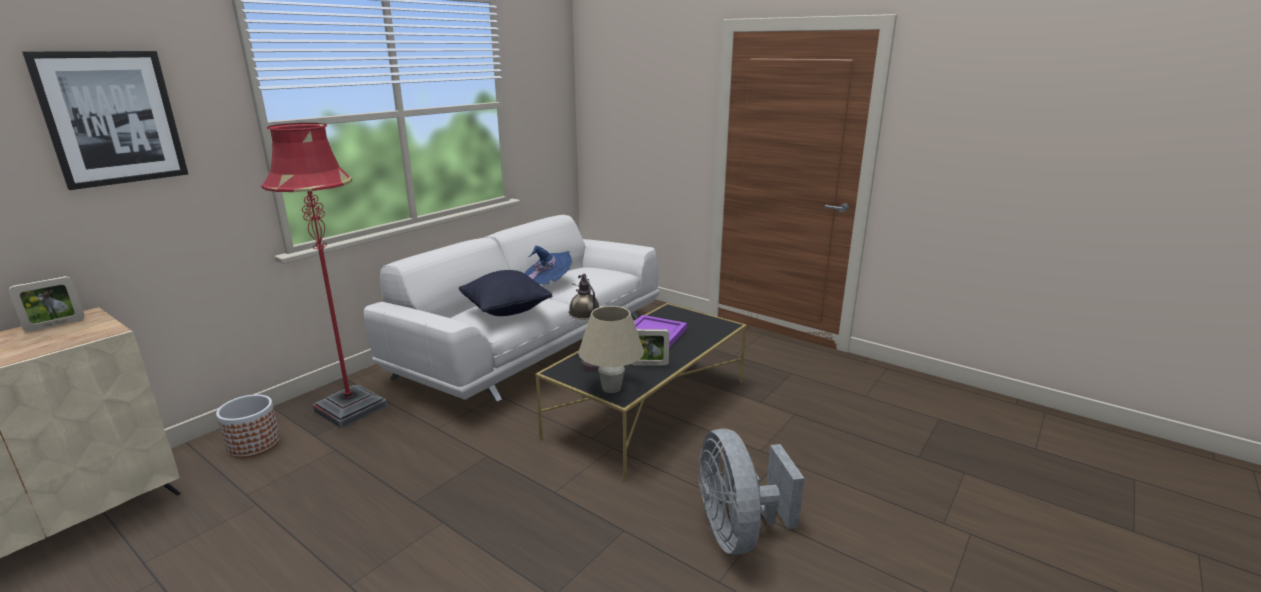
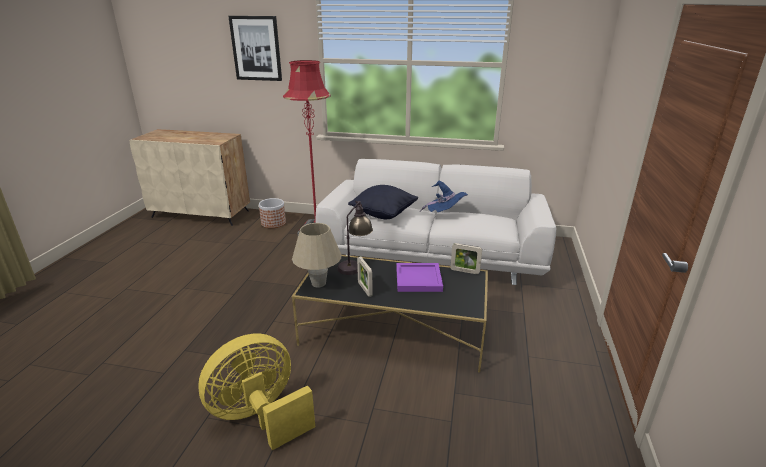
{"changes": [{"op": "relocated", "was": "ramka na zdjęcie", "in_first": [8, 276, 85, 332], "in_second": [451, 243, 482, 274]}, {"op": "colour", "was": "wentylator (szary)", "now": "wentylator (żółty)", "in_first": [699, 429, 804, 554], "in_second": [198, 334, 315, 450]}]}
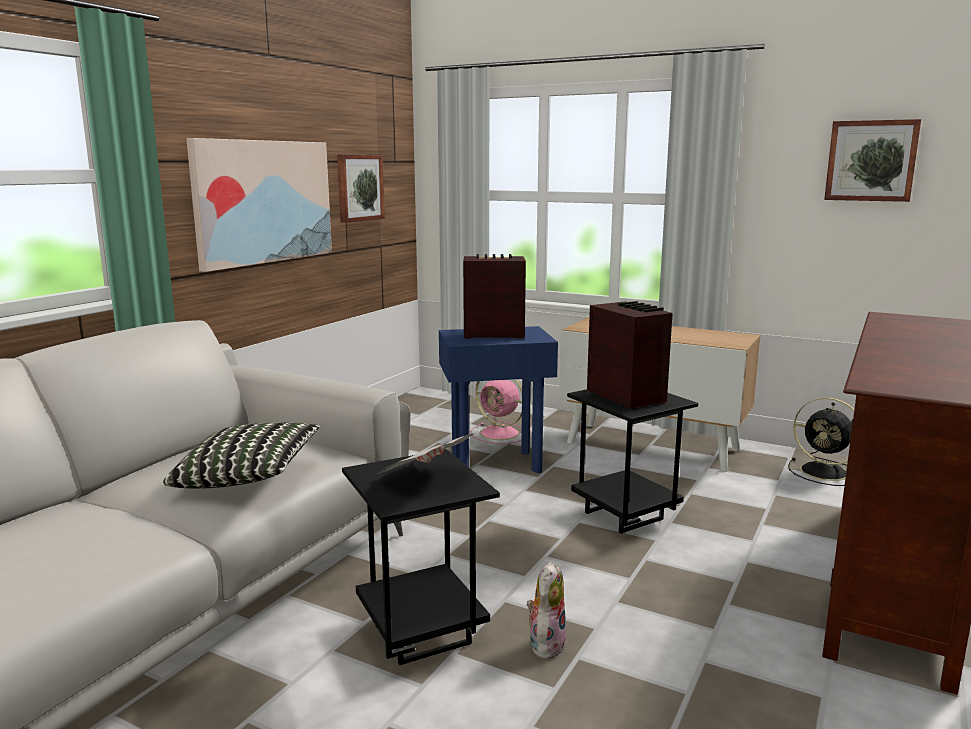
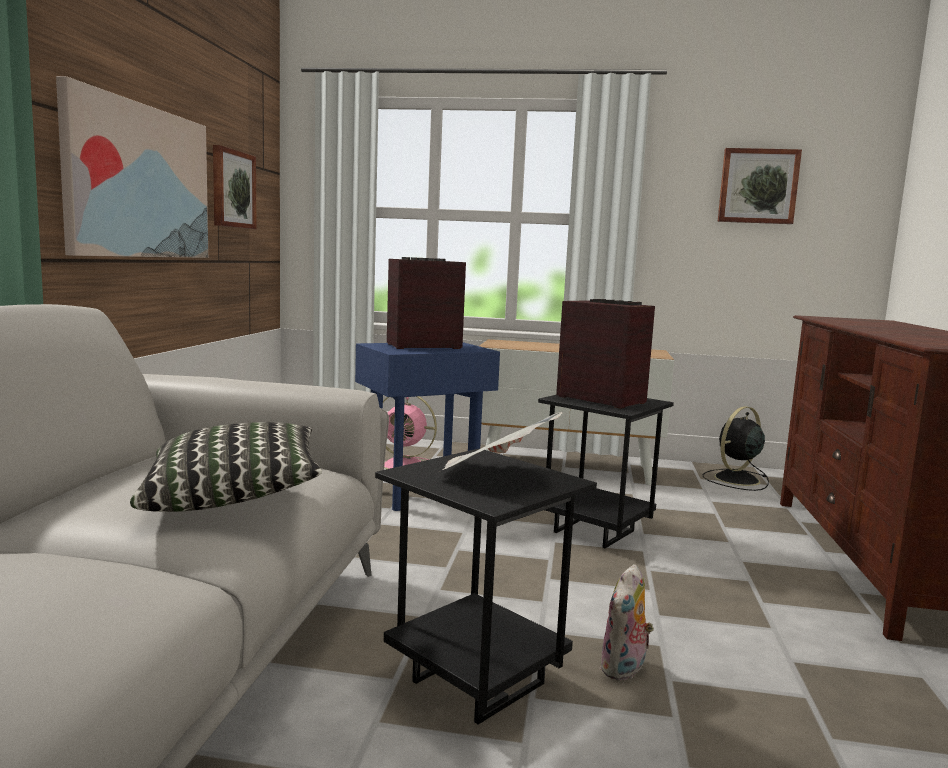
{"changes": [{"op": "spun", "was": "pluszak", "in_first": [527, 561, 566, 659], "in_second": [600, 564, 654, 681], "clockwise": -150}, {"op": "spun", "was": "wentylator (czarny)", "in_first": [788, 397, 854, 486], "in_second": [702, 406, 769, 491], "clockwise": 120}]}
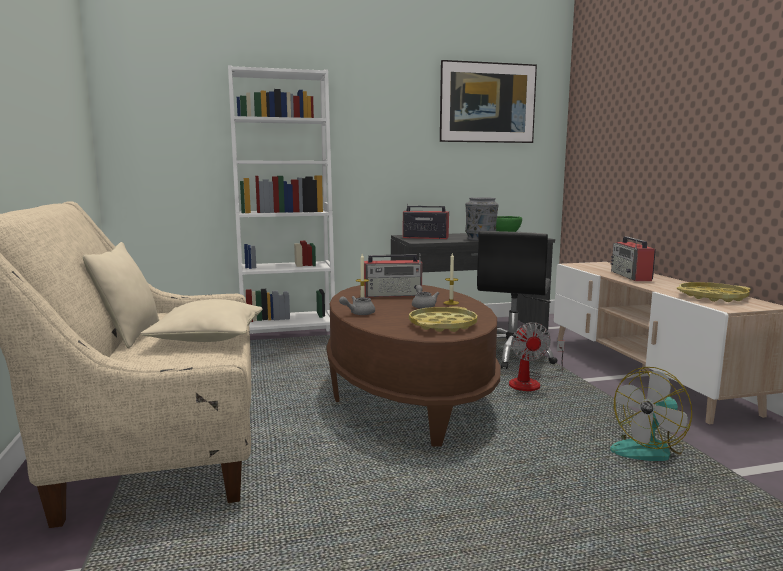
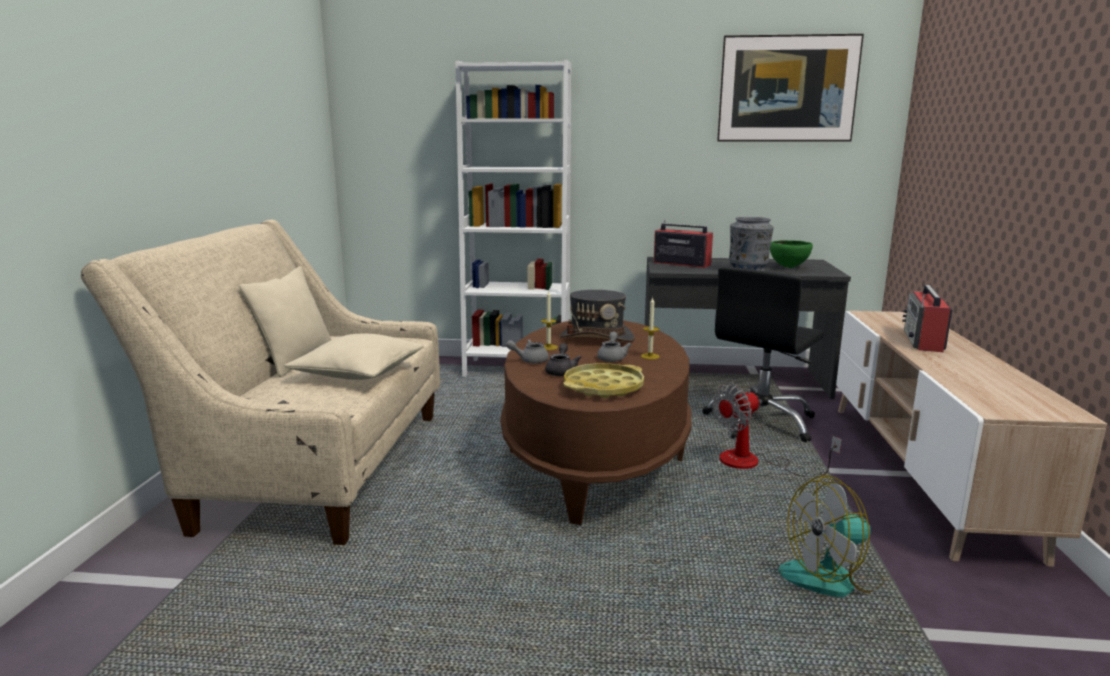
{"changes": [{"op": "exchanged", "was": "radio", "now": "kapelusz (szary)", "in_first": [364, 254, 422, 297], "in_second": [559, 290, 635, 342]}, {"op": "spun", "was": "wentylator", "in_first": [509, 322, 565, 391], "in_second": [713, 383, 842, 477], "clockwise": 45}, {"op": "missing", "was": "taca (żółty)", "in_first": [677, 282, 751, 302]}, {"op": "appeared", "now": "imbryk (szary)", "in_second": [545, 343, 582, 376]}]}
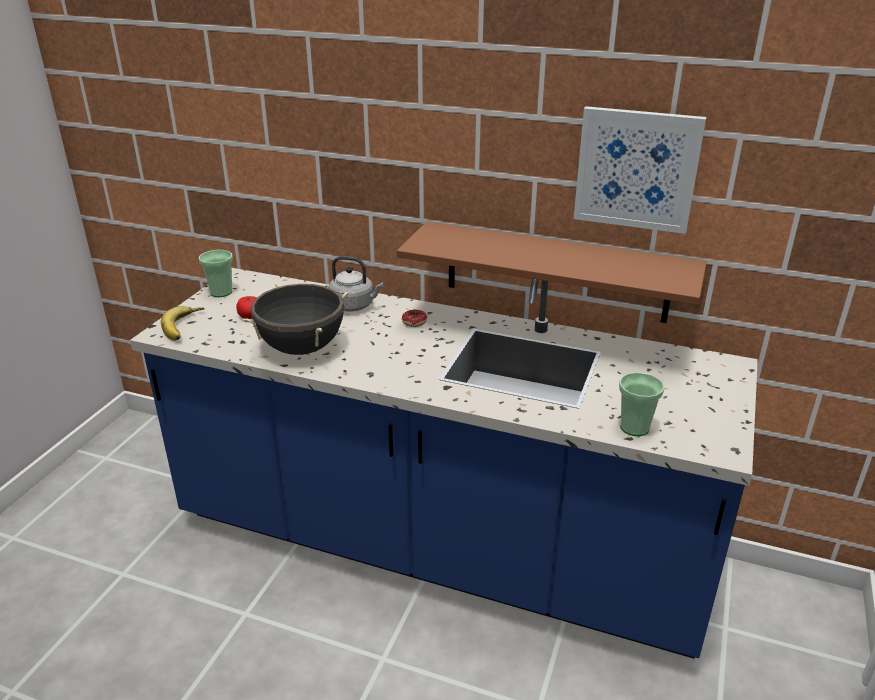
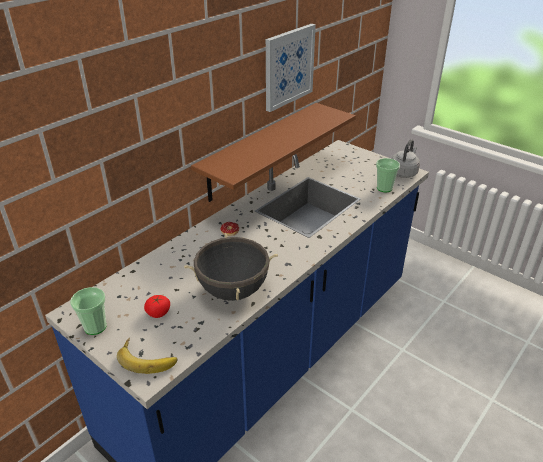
{"changes": [{"op": "relocated", "was": "czajnik (szary)", "in_first": [328, 256, 383, 312], "in_second": [391, 140, 420, 178]}]}
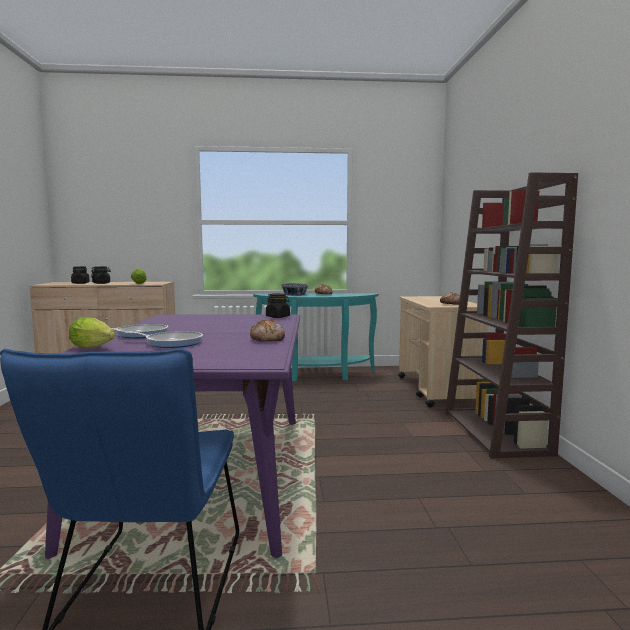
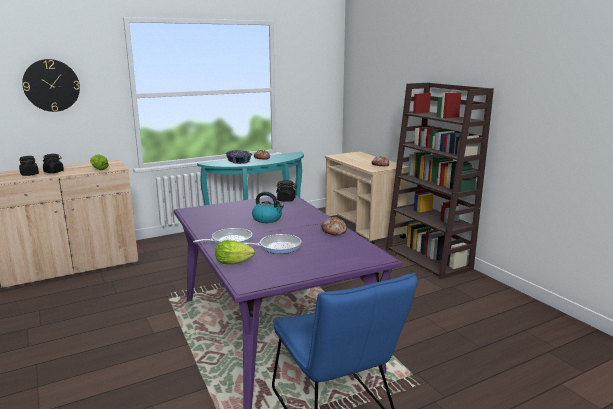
{"changes": [{"op": "appeared", "now": "zegar ścienny", "in_second": [22, 59, 80, 112]}, {"op": "appeared", "now": "czajnik", "in_second": [252, 192, 284, 223]}]}
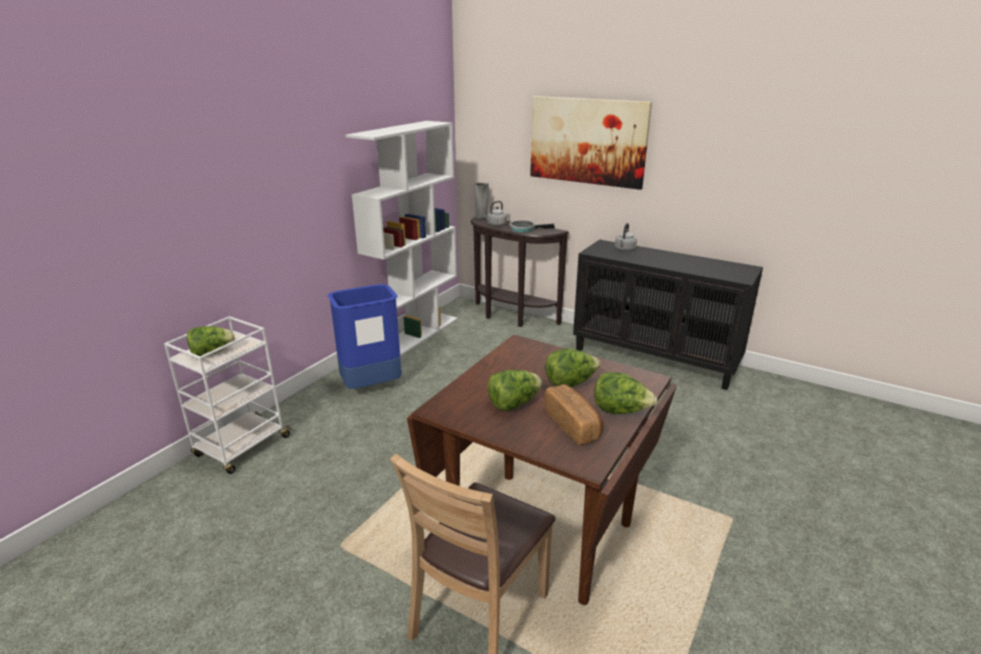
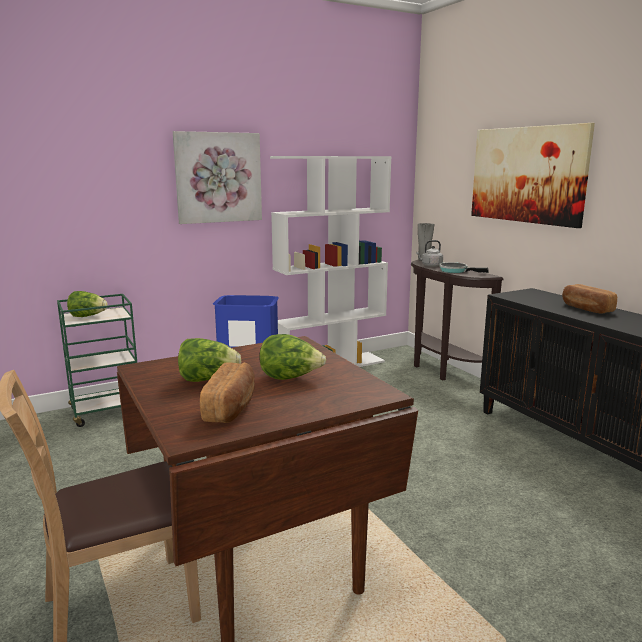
{"changes": [{"op": "colour", "was": "wózek (biały)", "now": "wózek (zielony)", "in_first": [164, 316, 293, 474], "in_second": [57, 294, 137, 427]}, {"op": "missing", "was": "sałata", "in_first": [594, 372, 658, 414]}, {"op": "missing", "was": "czajnik (szary)", "in_first": [615, 223, 637, 252]}, {"op": "appeared", "now": "obraz", "in_second": [173, 131, 262, 224]}, {"op": "appeared", "now": "chleb", "in_second": [562, 284, 617, 314]}]}
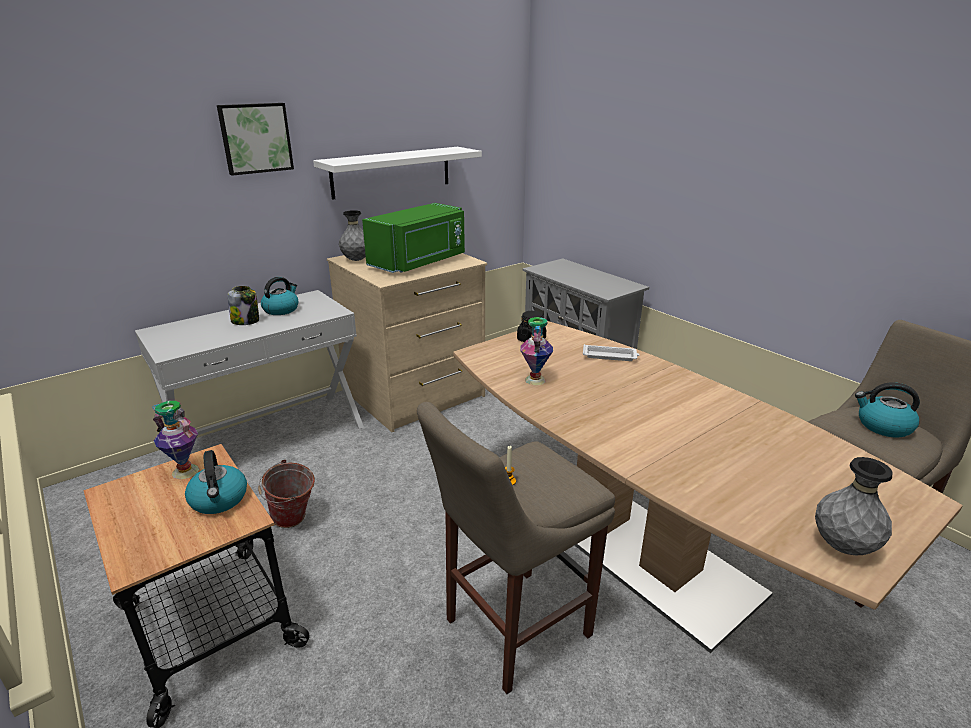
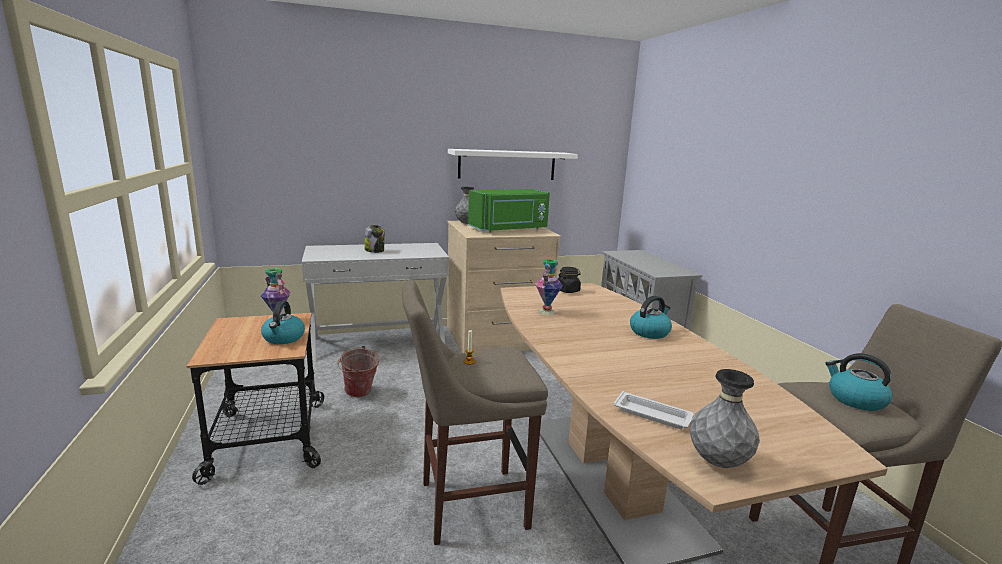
{"changes": [{"op": "missing", "was": "obraz", "in_first": [217, 103, 294, 176]}, {"op": "relocated", "was": "czajnik", "in_first": [261, 277, 298, 315], "in_second": [630, 295, 672, 339]}, {"op": "relocated", "was": "taca (biały)", "in_first": [583, 344, 639, 361], "in_second": [614, 391, 694, 429]}]}
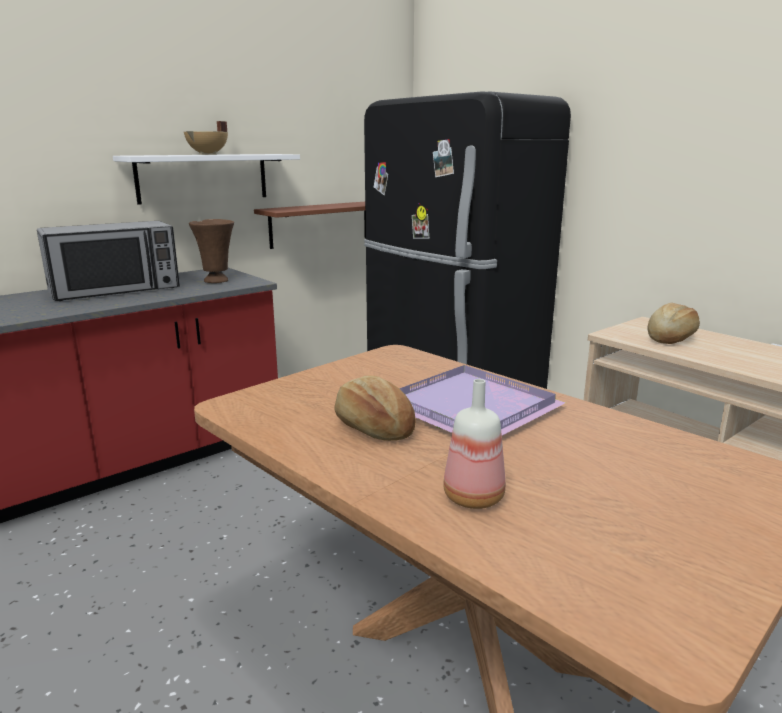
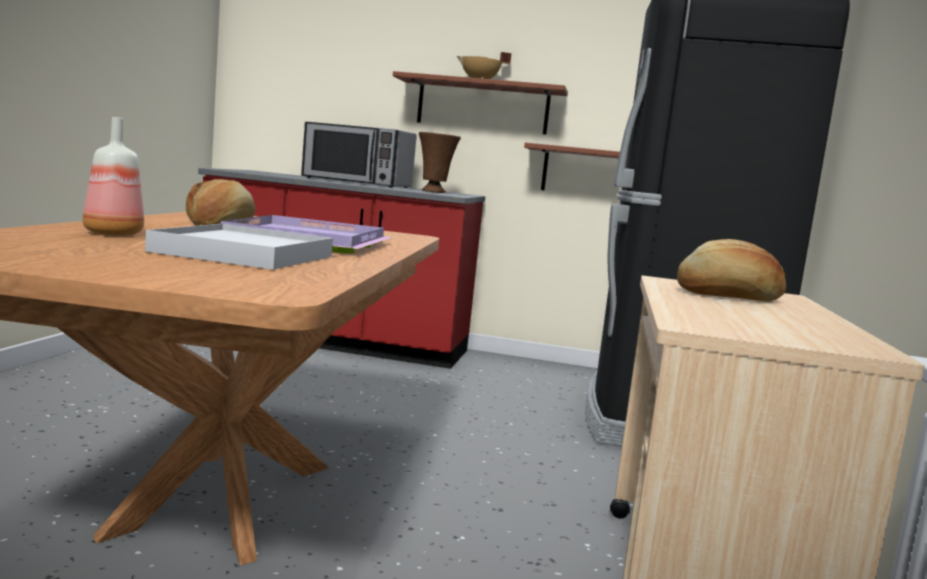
{"changes": [{"op": "colour", "was": "półka (biały)", "now": "półka (brązowy)", "in_first": [113, 154, 300, 205], "in_second": [393, 71, 568, 135]}, {"op": "appeared", "now": "taca (biały)", "in_second": [145, 224, 333, 270]}]}
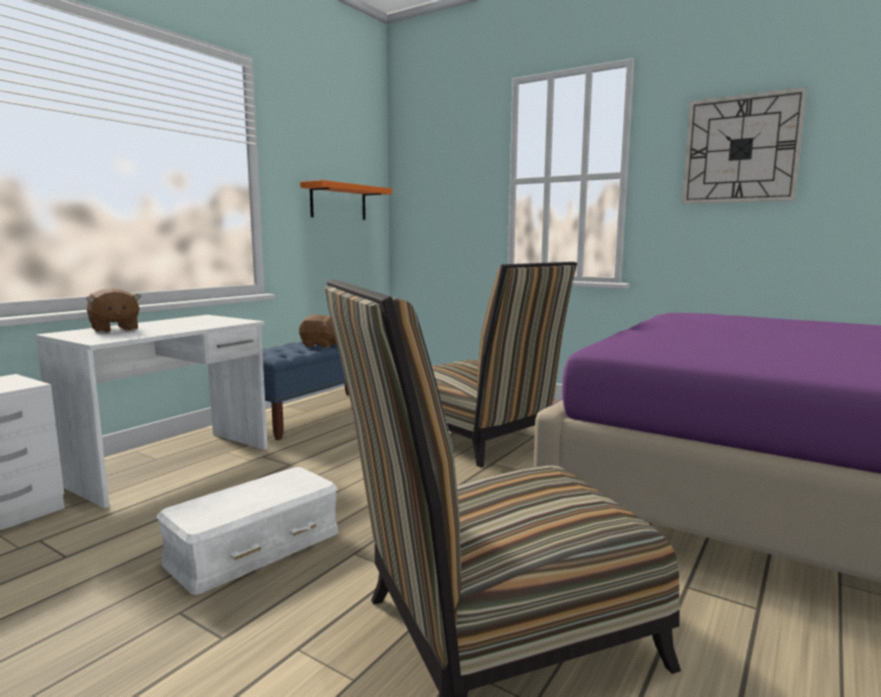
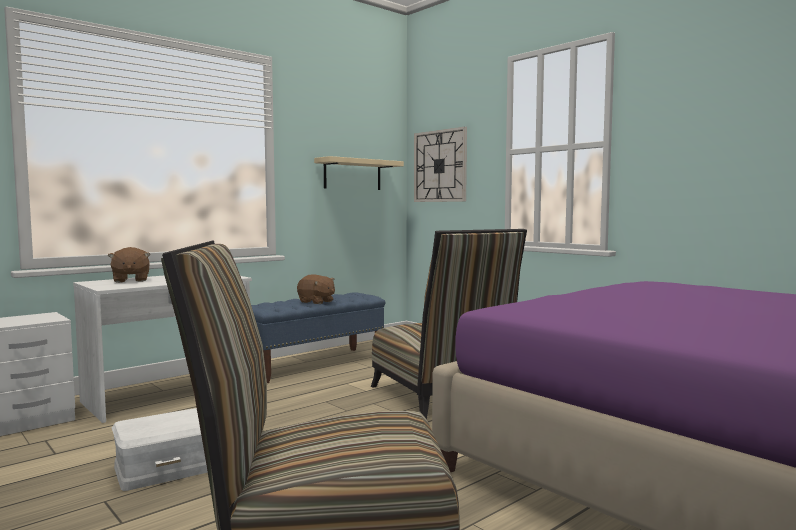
{"changes": [{"op": "colour", "was": "półka (pomarańczowy)", "now": "półka (beżowy)", "in_first": [300, 180, 392, 220], "in_second": [314, 156, 404, 190]}, {"op": "relocated", "was": "zegar ścienny", "in_first": [682, 87, 807, 204], "in_second": [414, 127, 467, 202]}]}
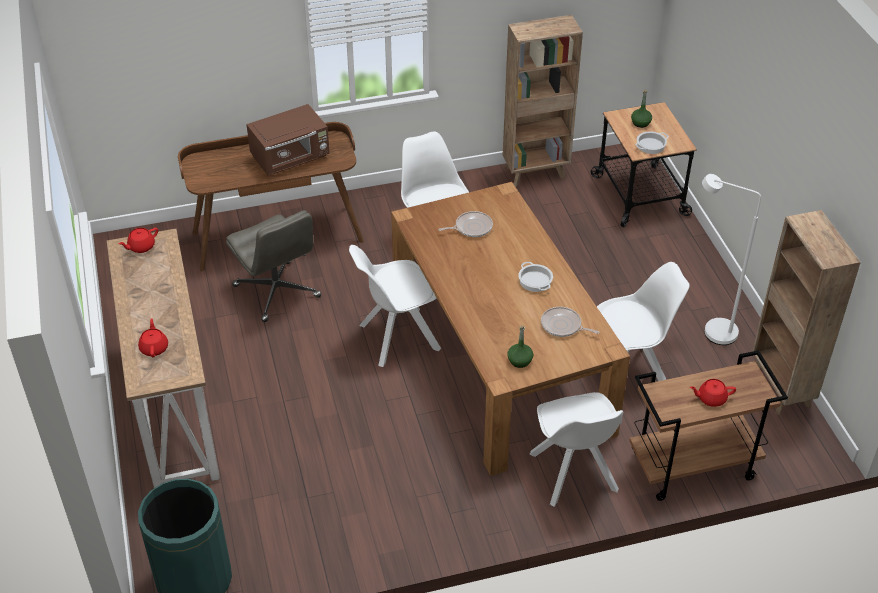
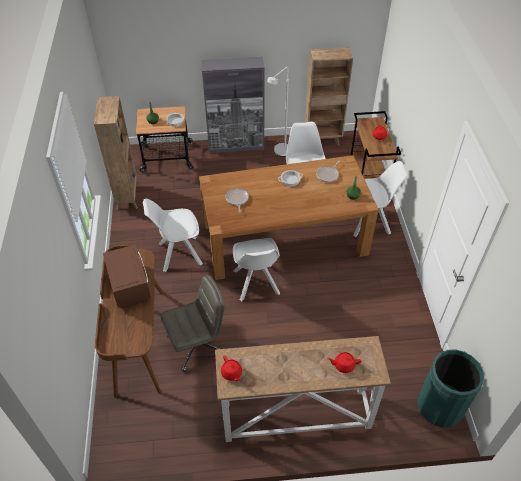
{"changes": [{"op": "appeared", "now": "szafka (szary)", "in_second": [201, 57, 265, 153]}]}
